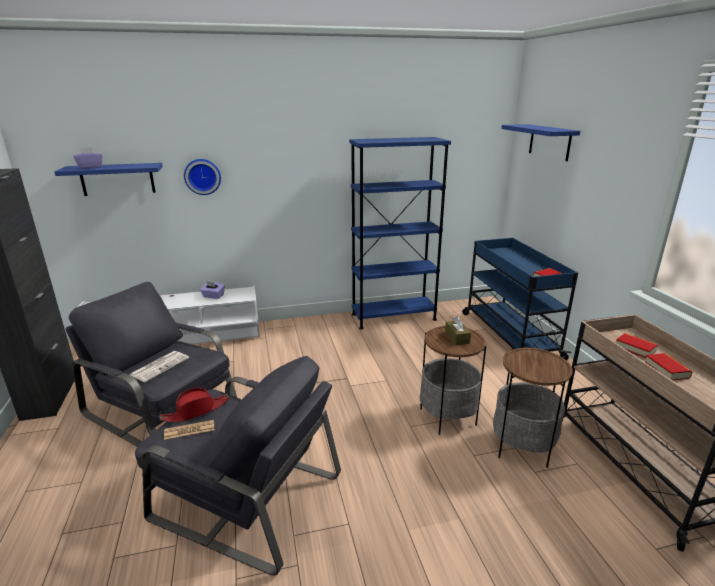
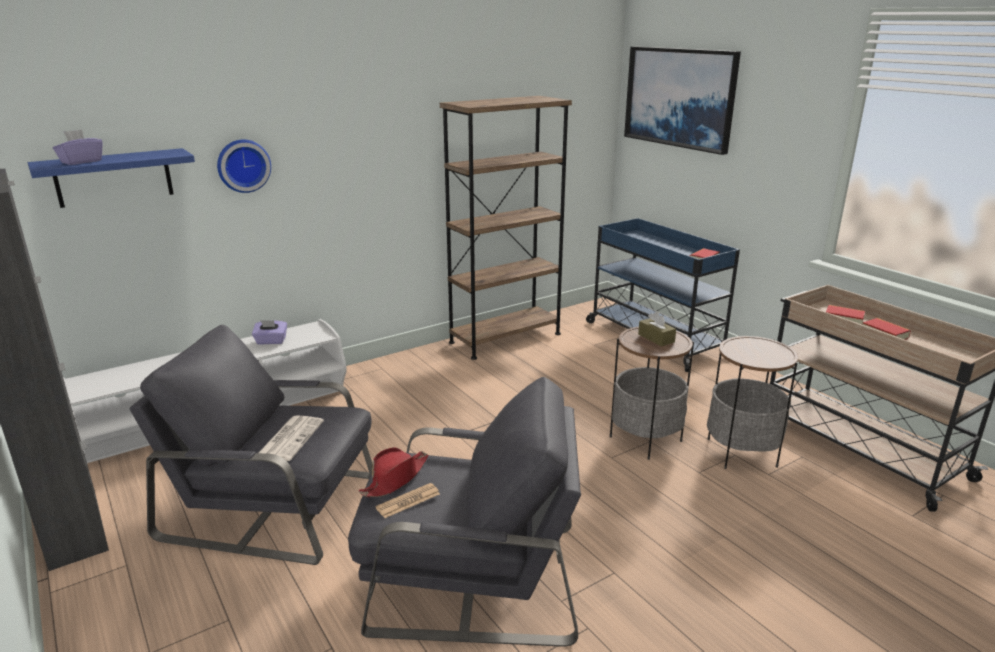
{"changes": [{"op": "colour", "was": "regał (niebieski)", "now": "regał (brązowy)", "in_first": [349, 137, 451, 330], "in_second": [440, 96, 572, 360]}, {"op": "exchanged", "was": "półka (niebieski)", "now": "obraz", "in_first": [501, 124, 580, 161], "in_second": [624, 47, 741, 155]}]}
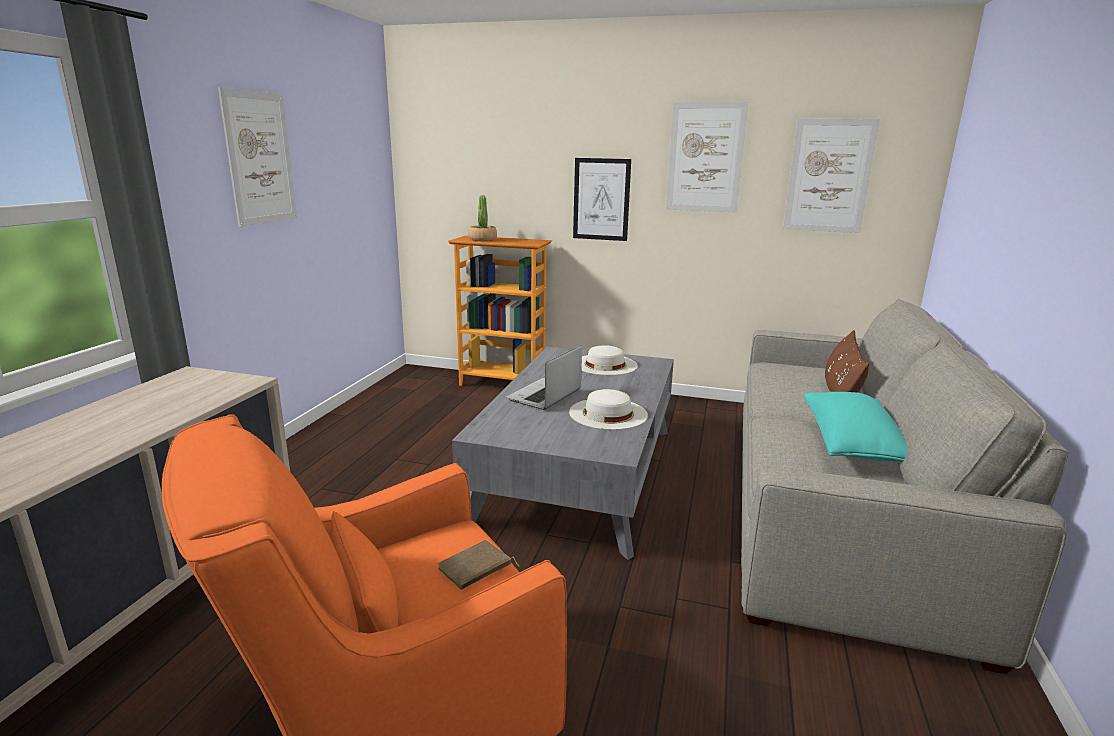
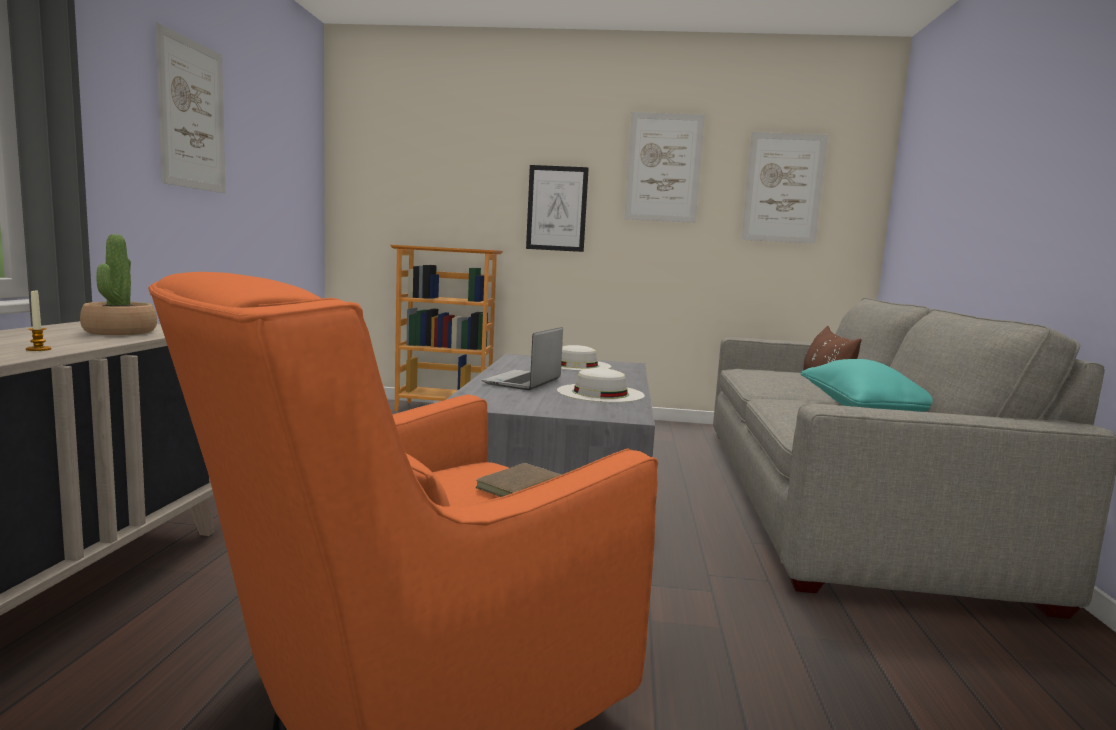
{"changes": [{"op": "relocated", "was": "roślina doniczkowa", "in_first": [468, 195, 497, 241], "in_second": [80, 234, 157, 335]}, {"op": "appeared", "now": "świeca", "in_second": [26, 289, 52, 351]}]}
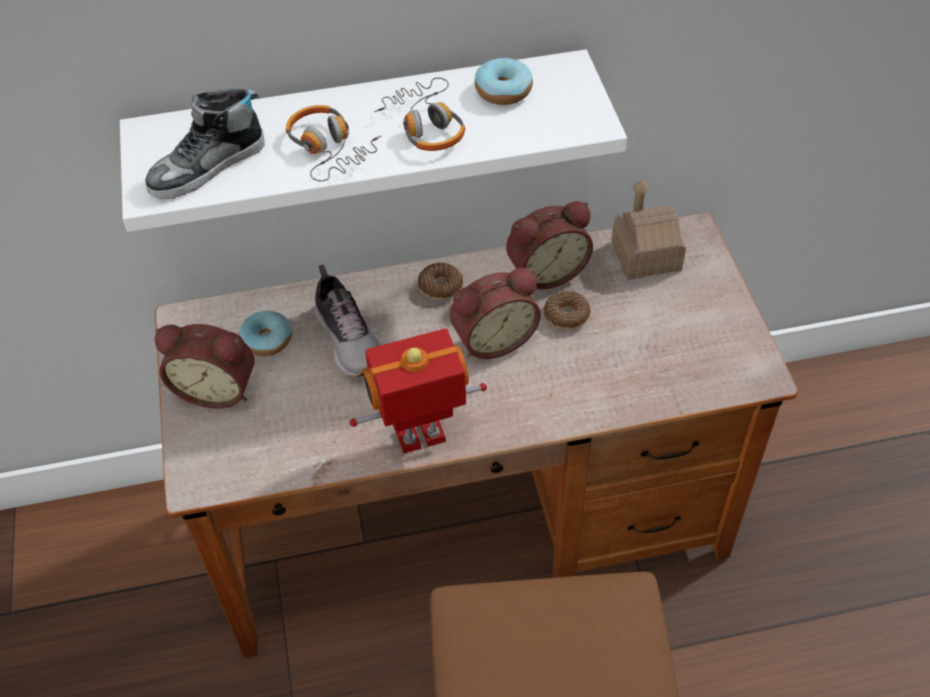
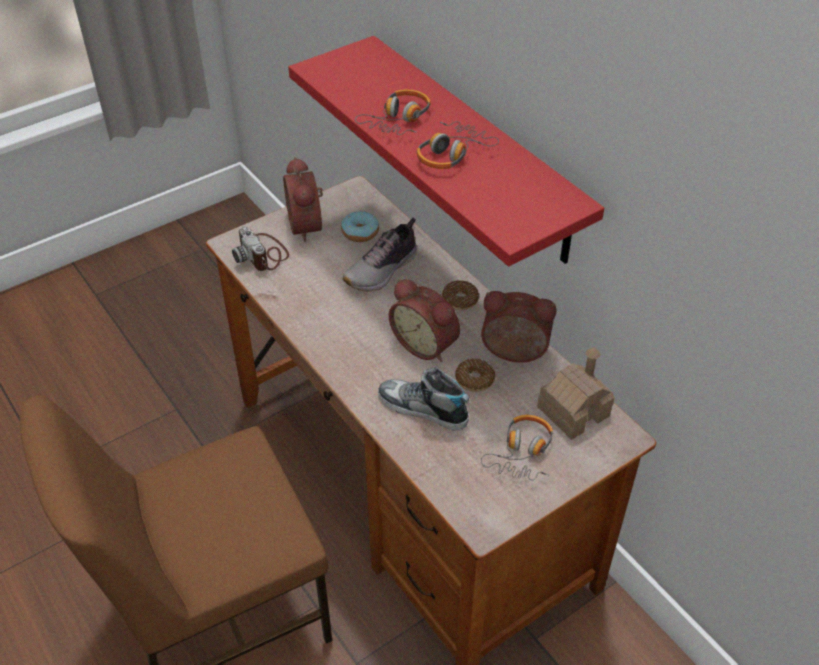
{"changes": [{"op": "colour", "was": "półka (biały)", "now": "półka (czerwony)", "in_first": [120, 49, 627, 232], "in_second": [288, 36, 604, 267]}, {"op": "relocated", "was": "but", "in_first": [145, 88, 265, 199], "in_second": [378, 367, 469, 430]}, {"op": "missing", "was": "robot zabawkowy", "in_first": [349, 328, 487, 454]}, {"op": "missing", "was": "donut", "in_first": [475, 57, 533, 105]}, {"op": "spun", "was": "budzik", "in_first": [506, 201, 593, 289], "in_second": [481, 291, 556, 363], "clockwise": 150}, {"op": "appeared", "now": "aparat fotograficzny", "in_second": [232, 226, 289, 271]}, {"op": "appeared", "now": "słuchawki", "in_second": [481, 415, 553, 480]}]}
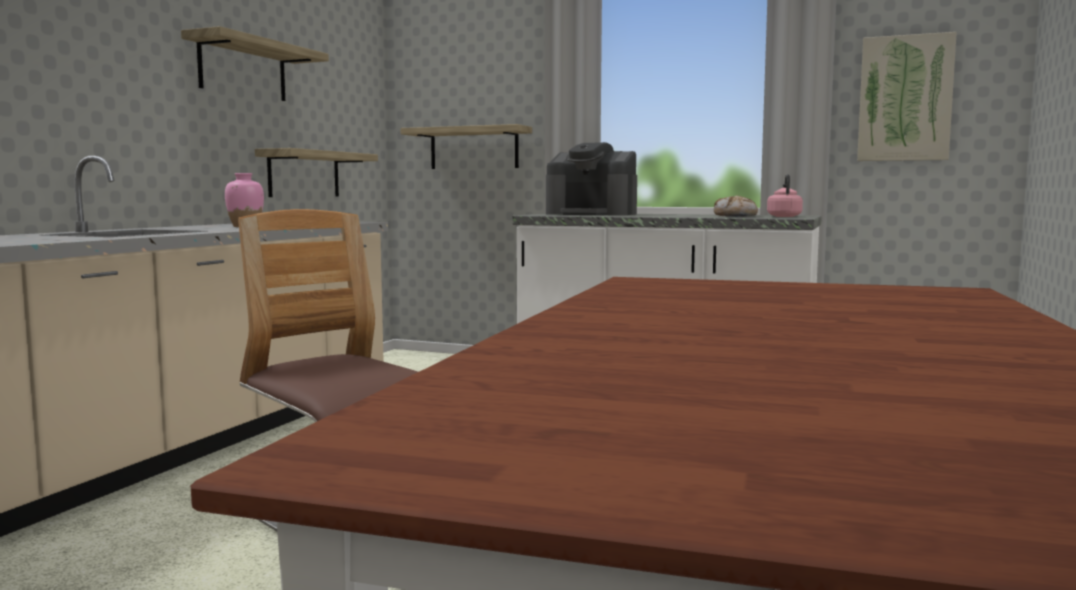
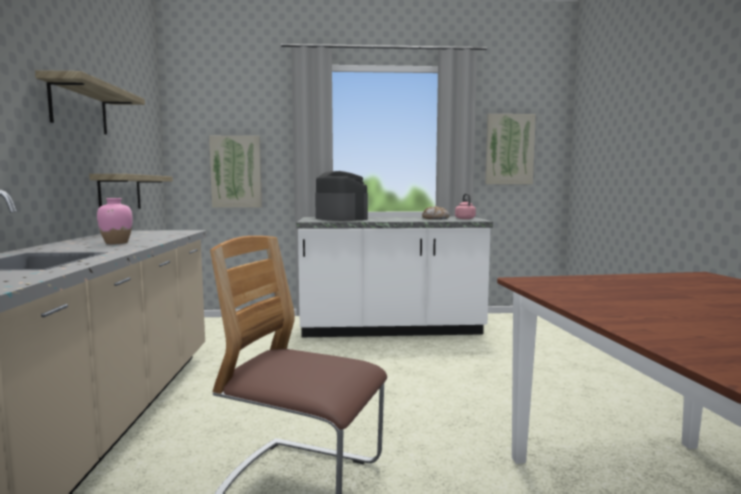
{"changes": [{"op": "exchanged", "was": "półka", "now": "obraz", "in_first": [401, 124, 532, 169], "in_second": [209, 136, 262, 208]}, {"op": "spun", "was": "ekspres do kawy", "in_first": [546, 142, 637, 215], "in_second": [315, 171, 368, 221], "clockwise": -120}]}
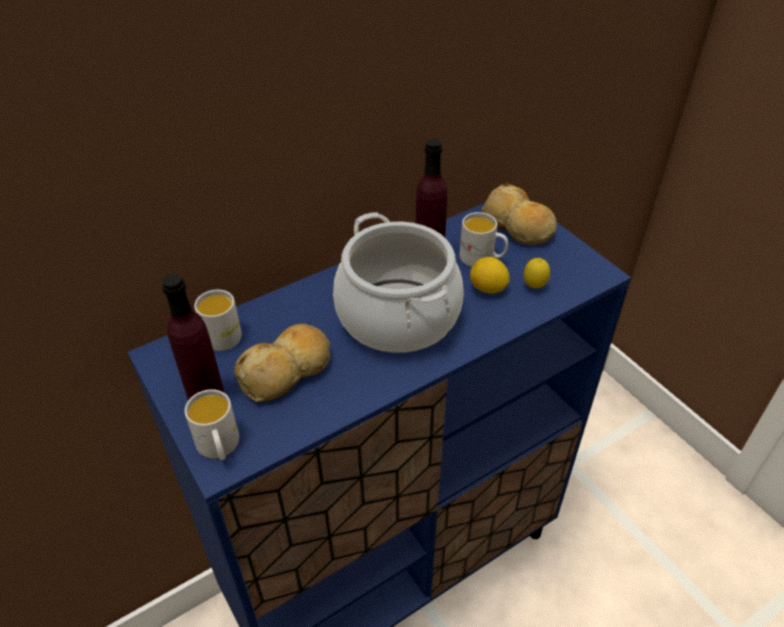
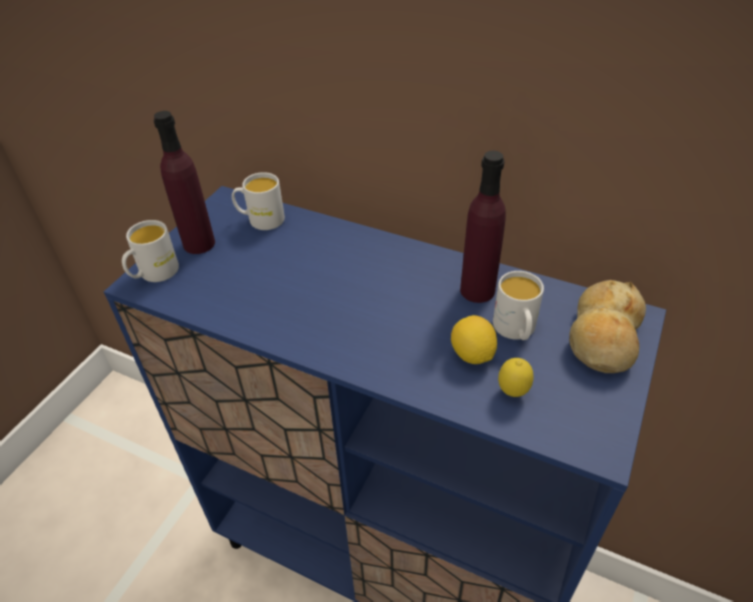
{"changes": [{"op": "missing", "was": "chleb", "in_first": [234, 324, 330, 402]}, {"op": "missing", "was": "garnek", "in_first": [333, 212, 464, 353]}]}
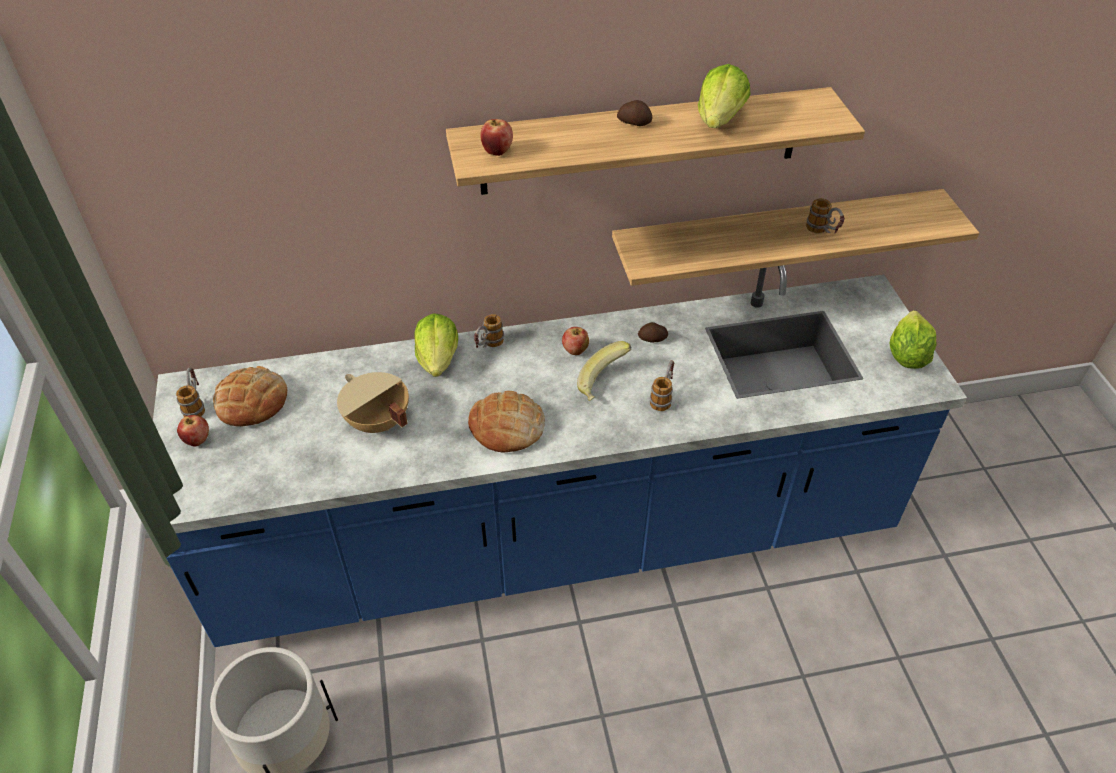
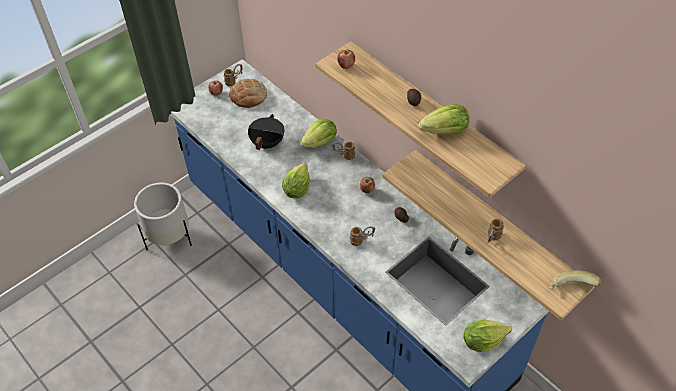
{"changes": [{"op": "colour", "was": "garnek (beżowy)", "now": "garnek (czarny)", "in_first": [337, 372, 409, 433], "in_second": [248, 114, 285, 150]}, {"op": "exchanged", "was": "chleb", "now": "sałata", "in_first": [468, 391, 545, 452], "in_second": [282, 162, 310, 198]}, {"op": "relocated", "was": "banan", "in_first": [577, 341, 631, 401], "in_second": [549, 270, 602, 290]}]}
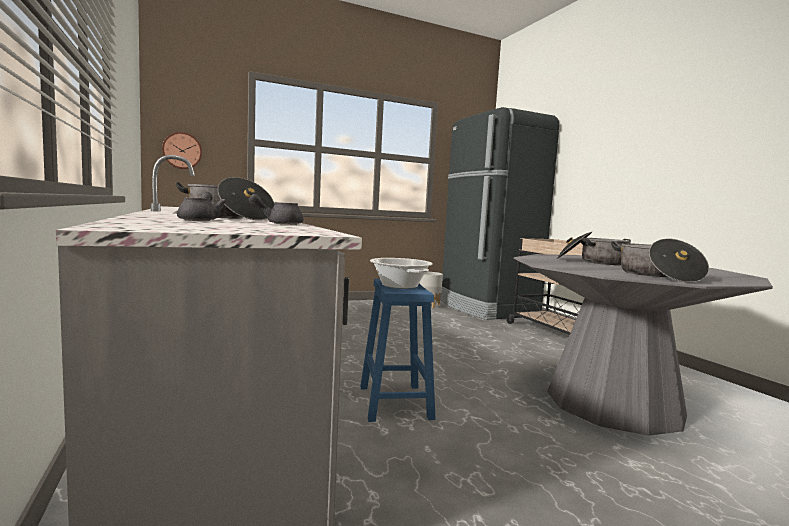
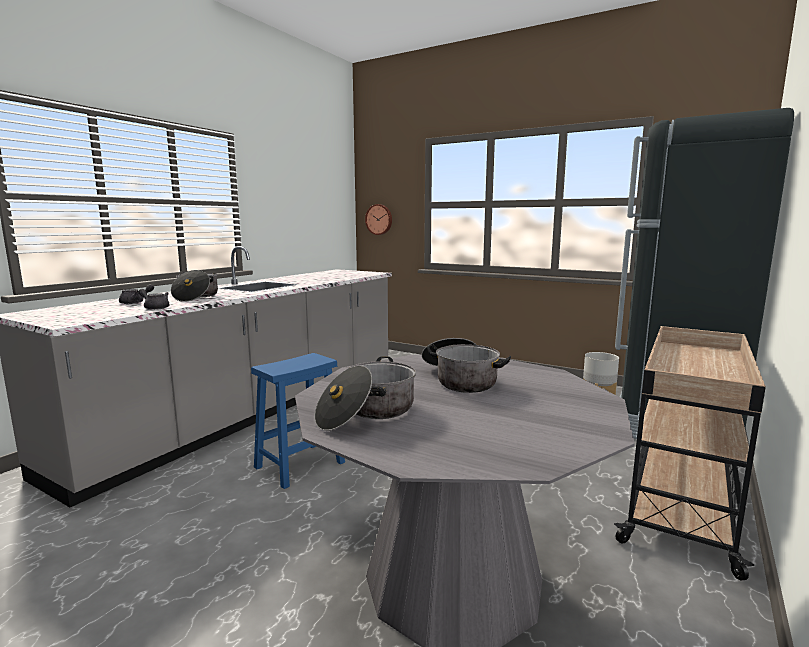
{"changes": [{"op": "missing", "was": "garnek", "in_first": [370, 258, 433, 289]}]}
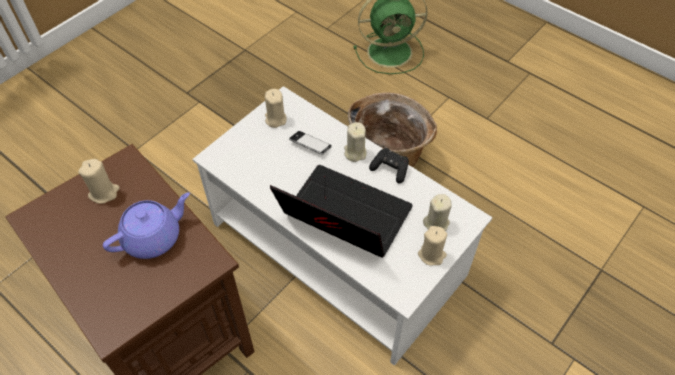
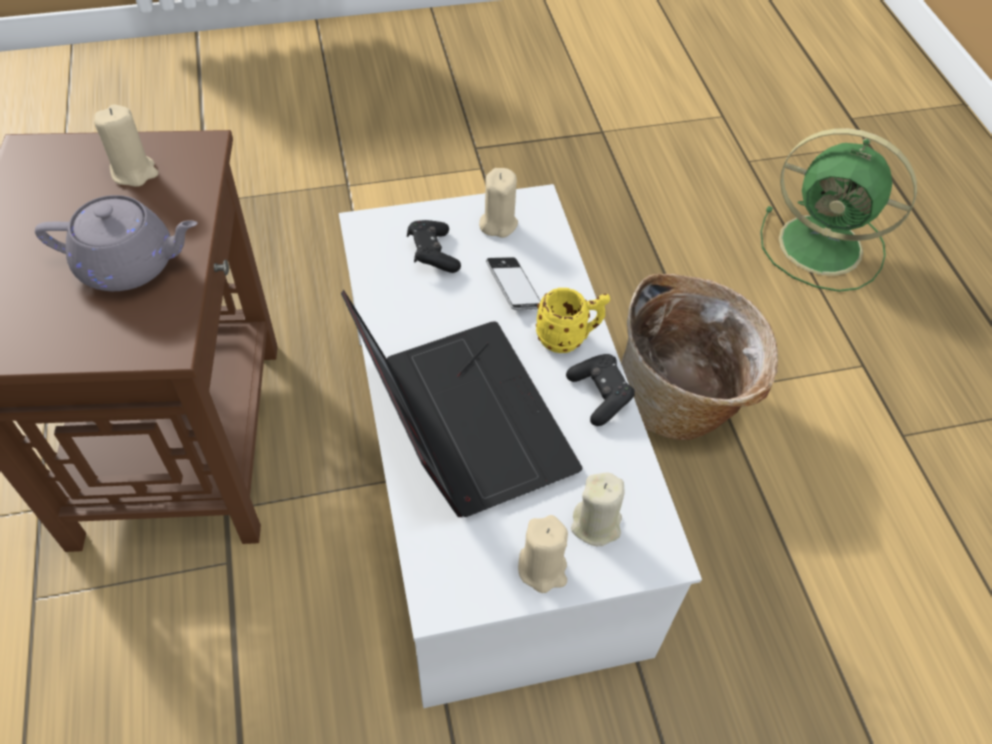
{"changes": [{"op": "colour", "was": "imbryk (fioletowy)", "now": "imbryk (szary)", "in_first": [103, 192, 190, 259], "in_second": [35, 195, 198, 291]}, {"op": "exchanged", "was": "świeca (beżowy)", "now": "kubek (żółty)", "in_first": [344, 122, 366, 162], "in_second": [536, 288, 610, 353]}, {"op": "appeared", "now": "pad do gier (czarny)", "in_second": [407, 220, 461, 273]}]}
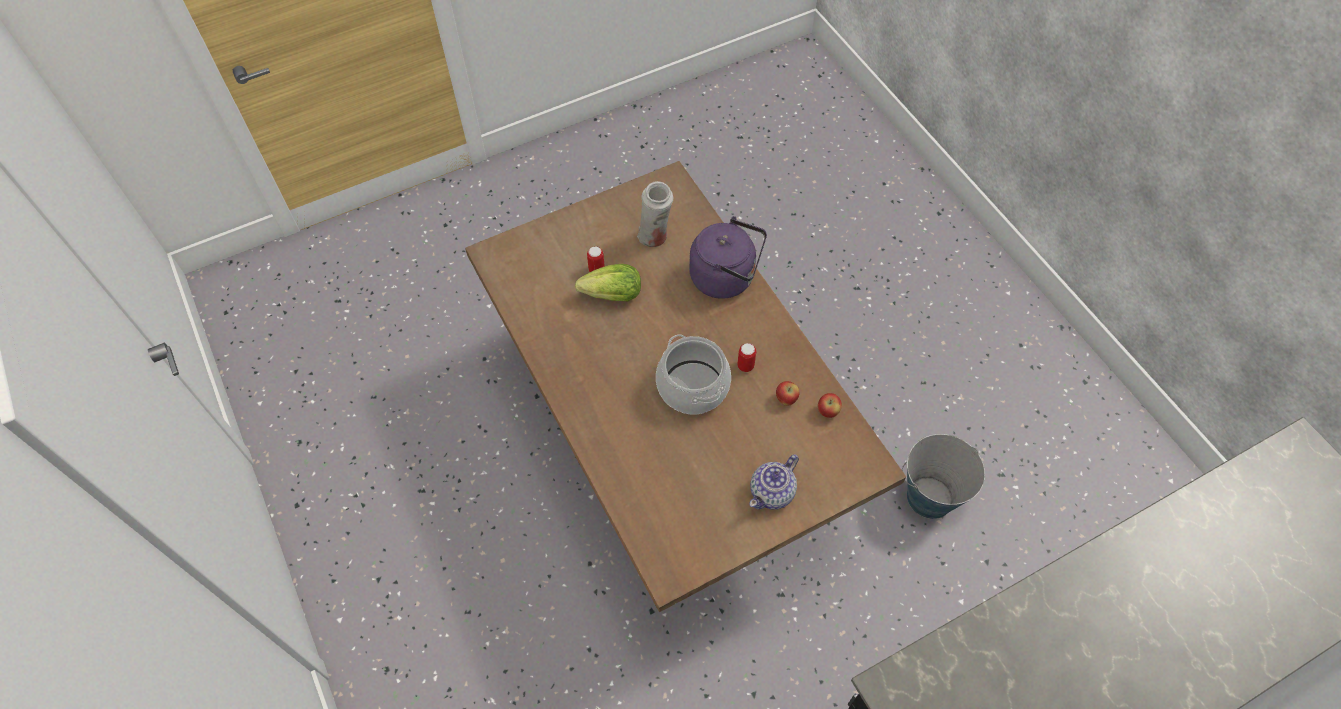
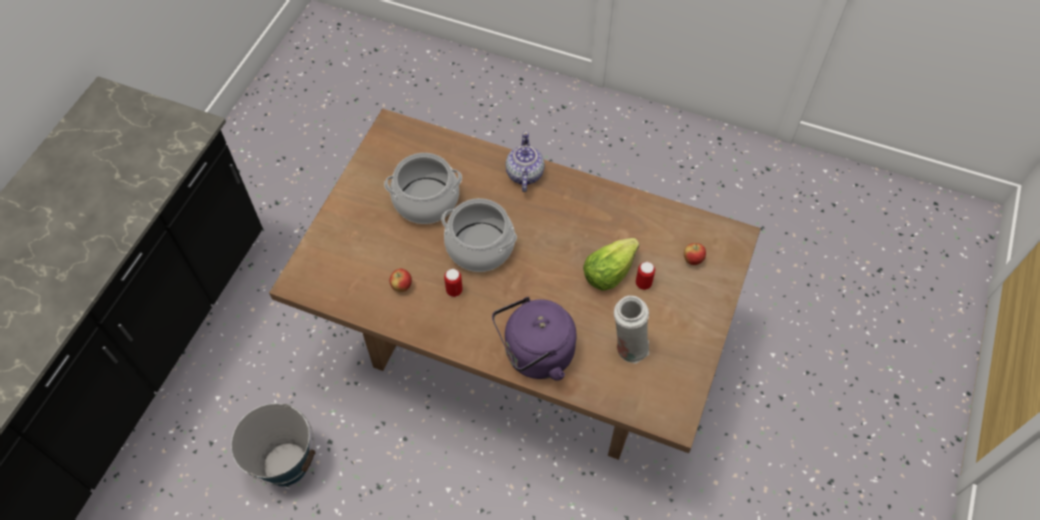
{"changes": [{"op": "relocated", "was": "imbryk", "in_first": [749, 455, 799, 510], "in_second": [505, 131, 545, 192]}, {"op": "relocated", "was": "jabłko", "in_first": [818, 393, 842, 418], "in_second": [684, 243, 706, 265]}, {"op": "appeared", "now": "garnek", "in_second": [384, 153, 462, 224]}]}
